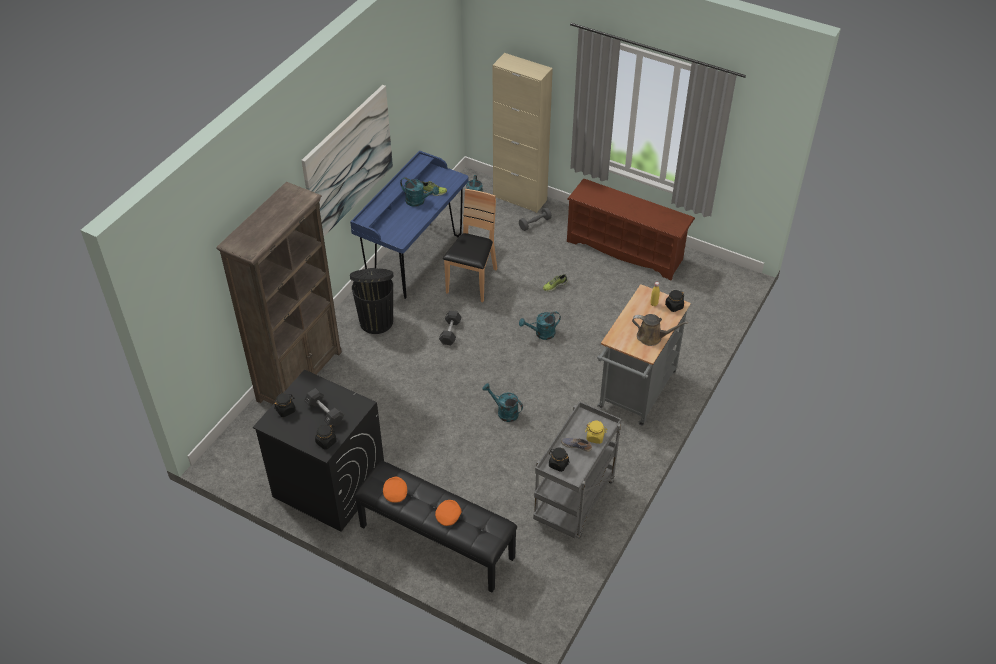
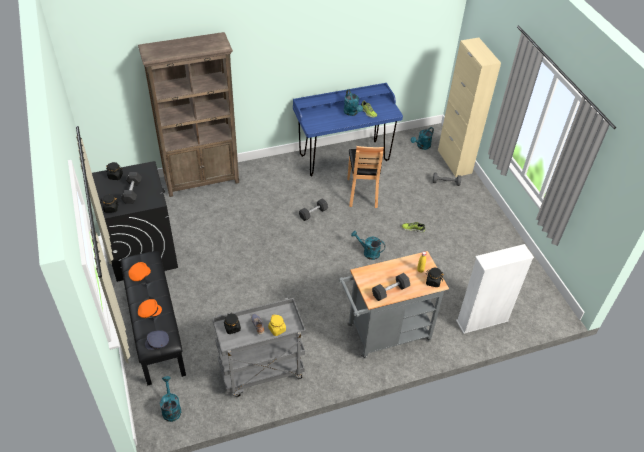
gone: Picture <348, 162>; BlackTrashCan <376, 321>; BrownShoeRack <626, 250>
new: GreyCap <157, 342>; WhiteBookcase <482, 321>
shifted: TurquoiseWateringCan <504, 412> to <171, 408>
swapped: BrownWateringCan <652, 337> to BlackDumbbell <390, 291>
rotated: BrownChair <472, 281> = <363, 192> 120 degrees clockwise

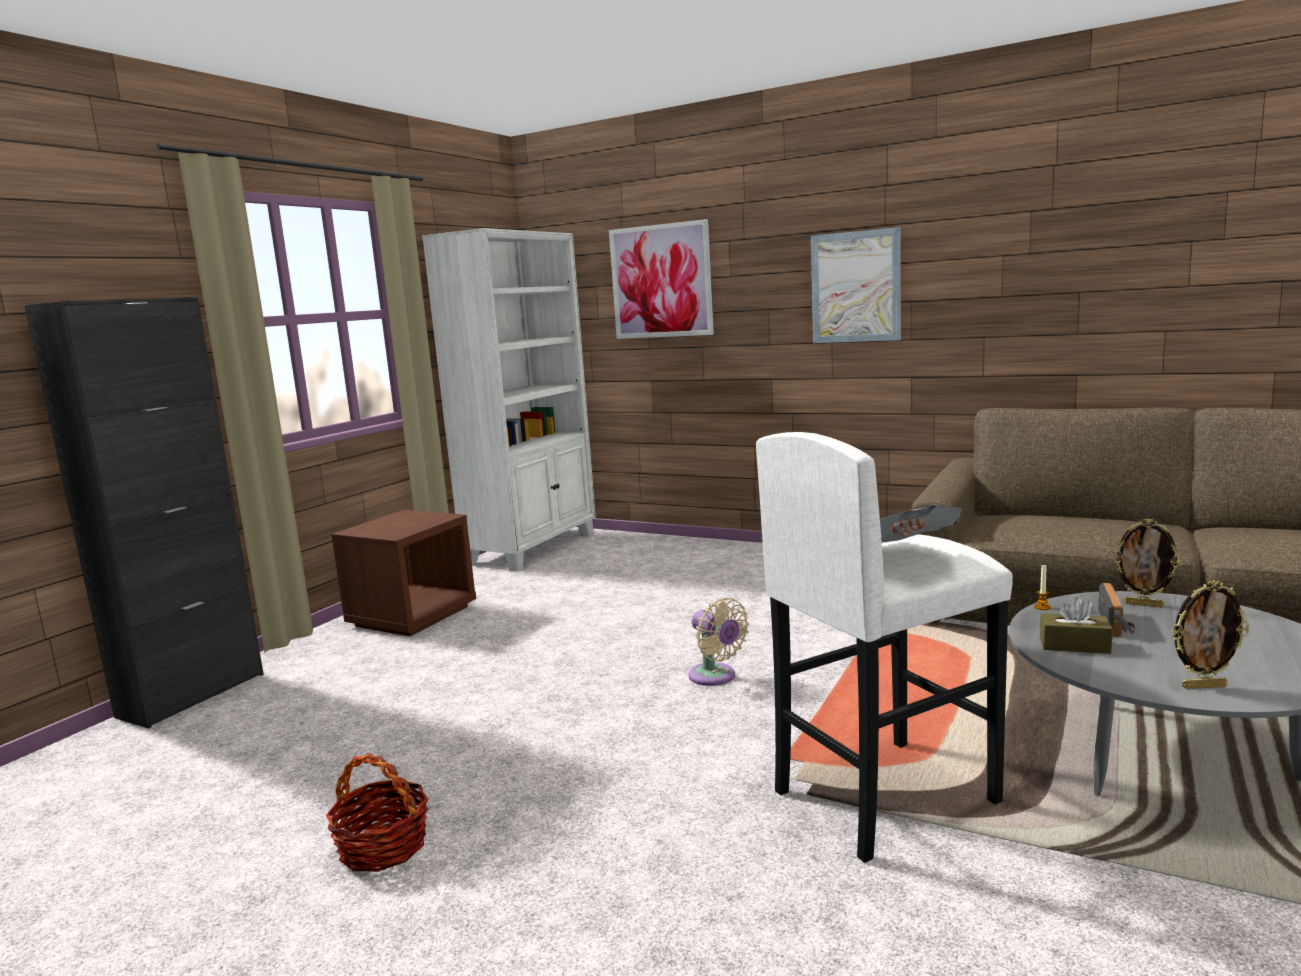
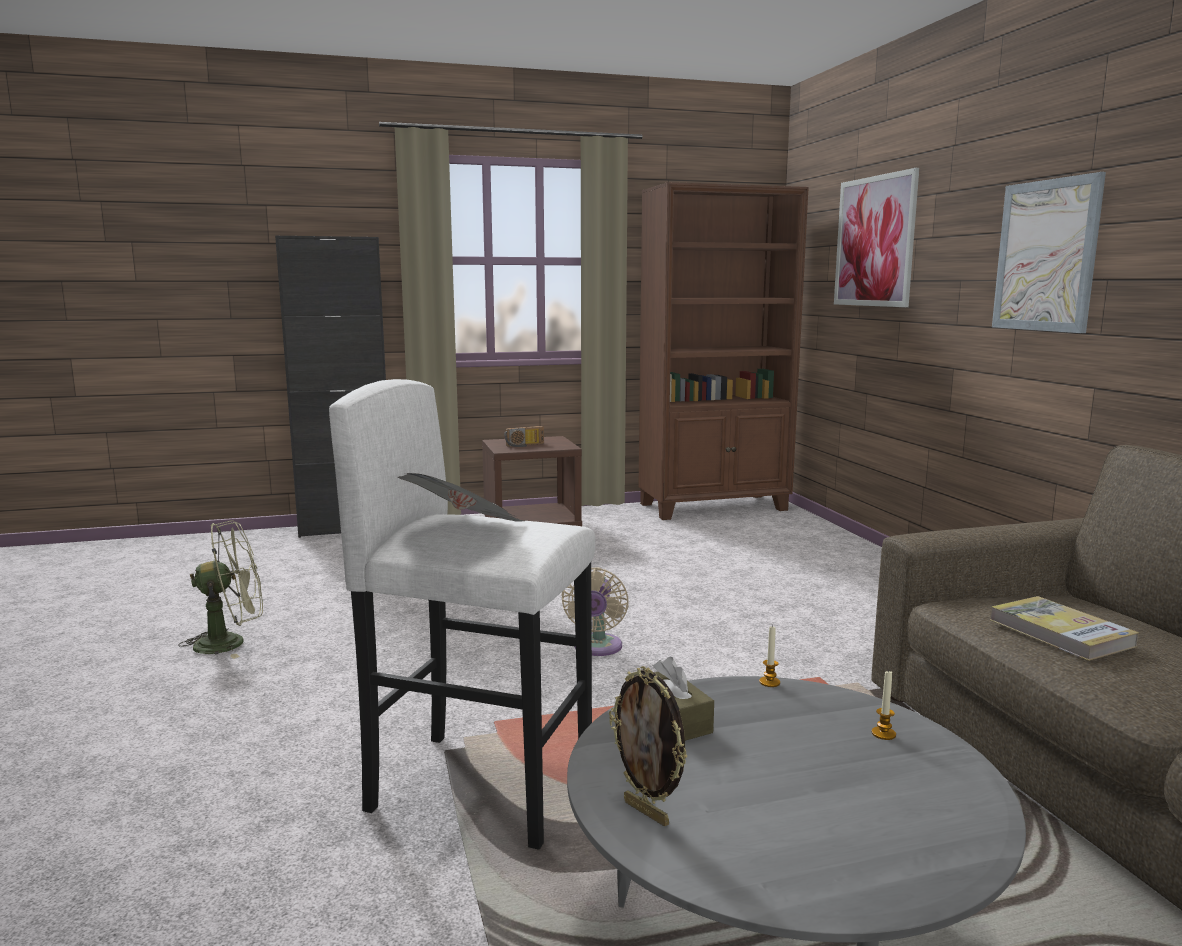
new: Book <1060, 633>
shifted: Radio <1117, 625> to <525, 445>
swapped: Basket <383, 847> to GreenFan <231, 643>; PictureFrame <1143, 604> to Candle <883, 734>
repainted: WhiteBookcase <533, 548> to BrownBookcase <714, 507>

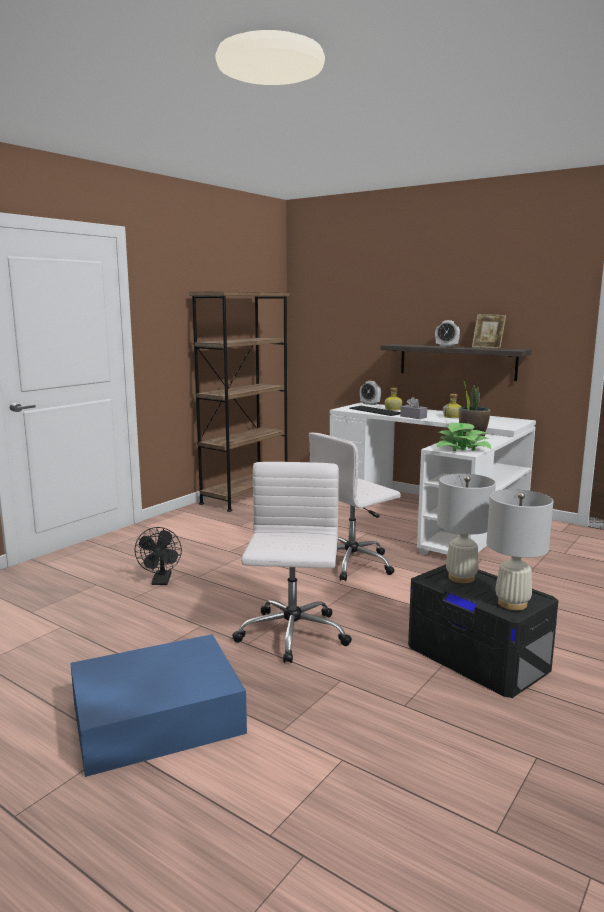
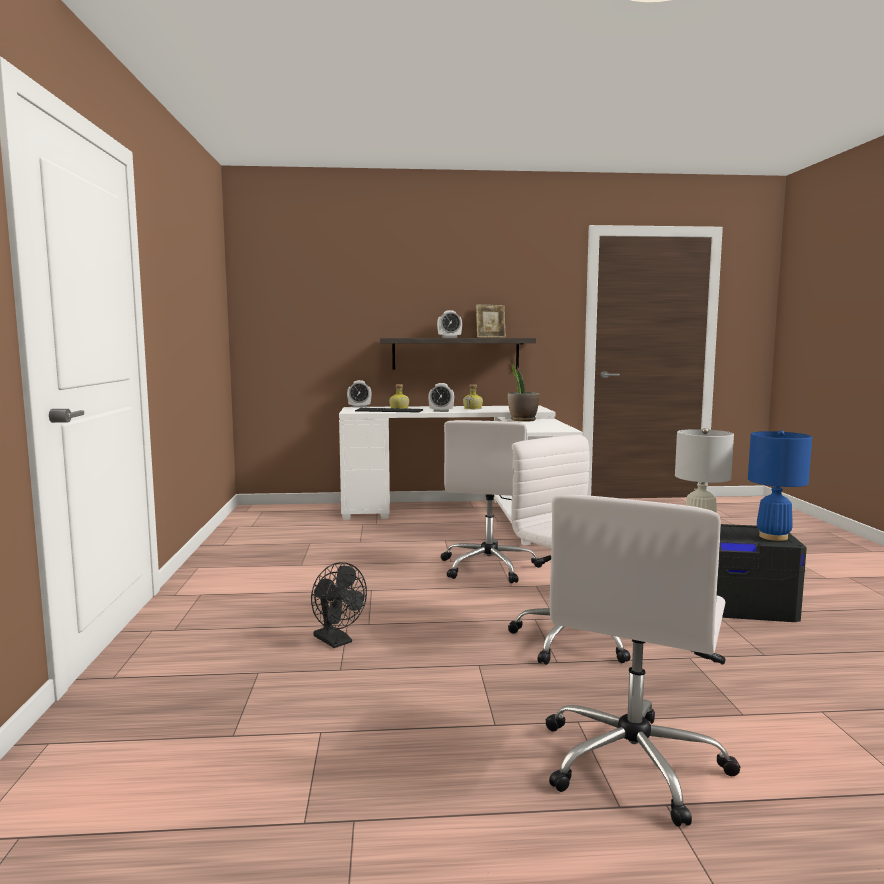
gone: BrownBookcase <245, 496>; PottedPlant <462, 448>
swapped: BlueStorageBox <154, 717> to WhiteOfficeChair <633, 762>; GreyTissueBox <413, 417> to AlarmClock <441, 411>
repainted: WhiteTableLamp <512, 604> to BlueTableLamp <773, 537>

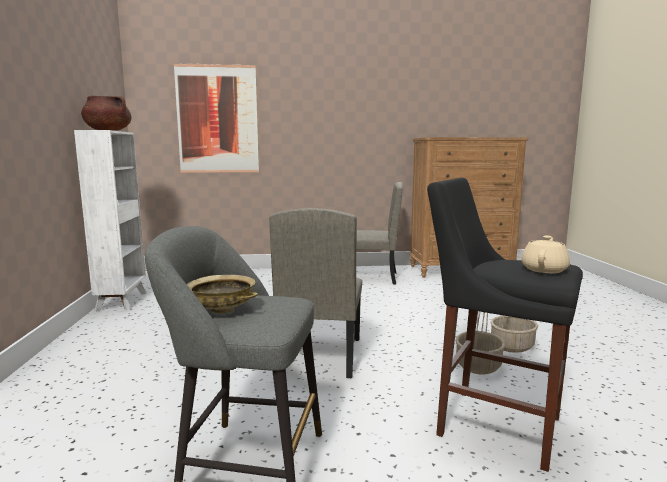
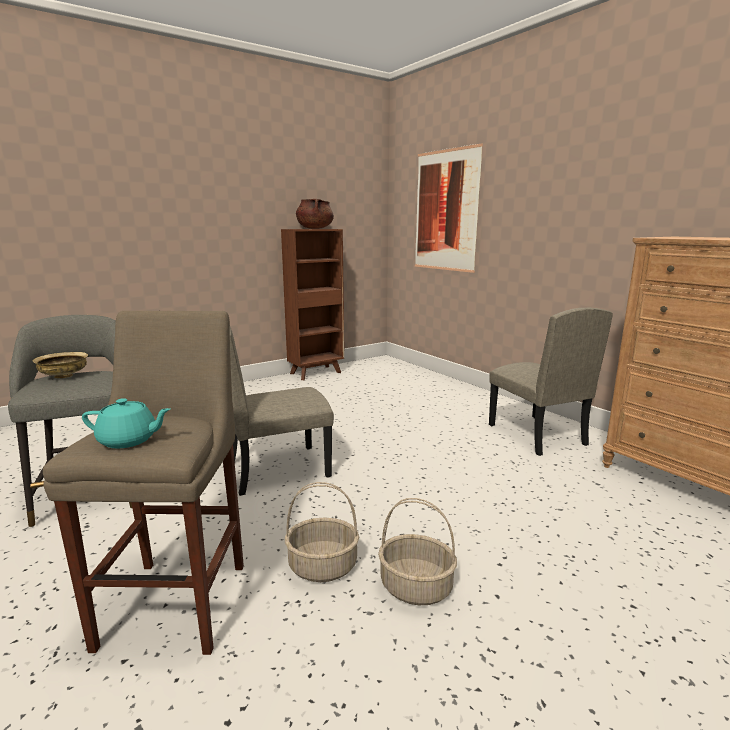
repainted: WhiteBookcase <122, 301> to BrownBookcase <316, 373>; BlackStool <492, 423> to BeigeStool <179, 598>; BeigeTeapot <544, 269> to TurquoiseTeapot <129, 440>

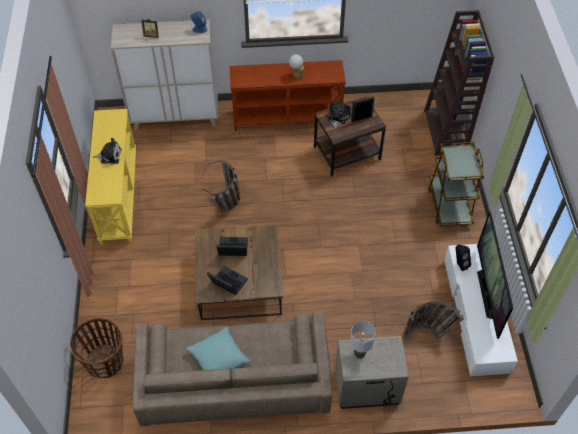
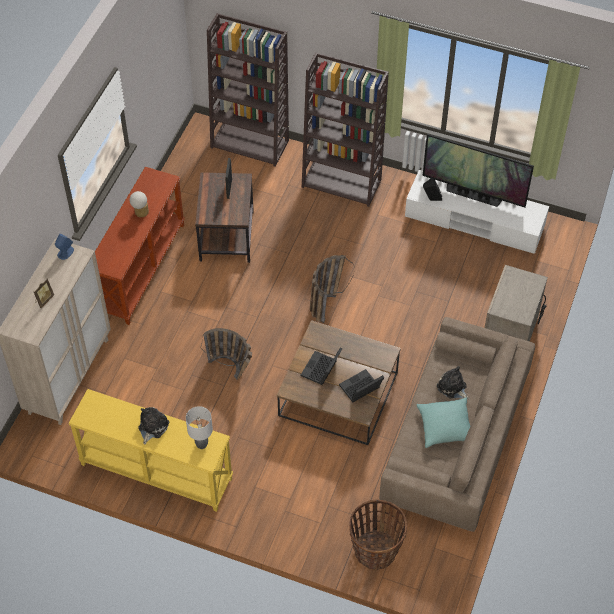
shifted: PlushToy <338, 117> to <452, 387>; GreyTableLamp <360, 354> to <202, 444>; Basket <428, 334> to <327, 302>
swapped: BrownCart <449, 204> to BrownBookcase <342, 183>

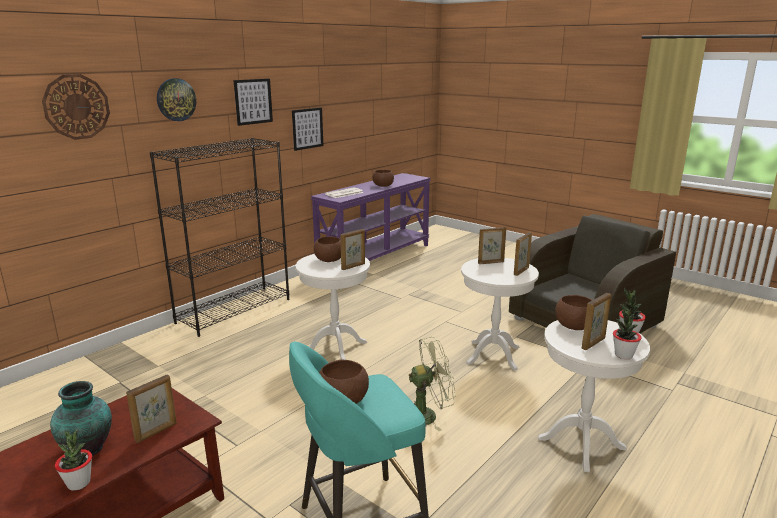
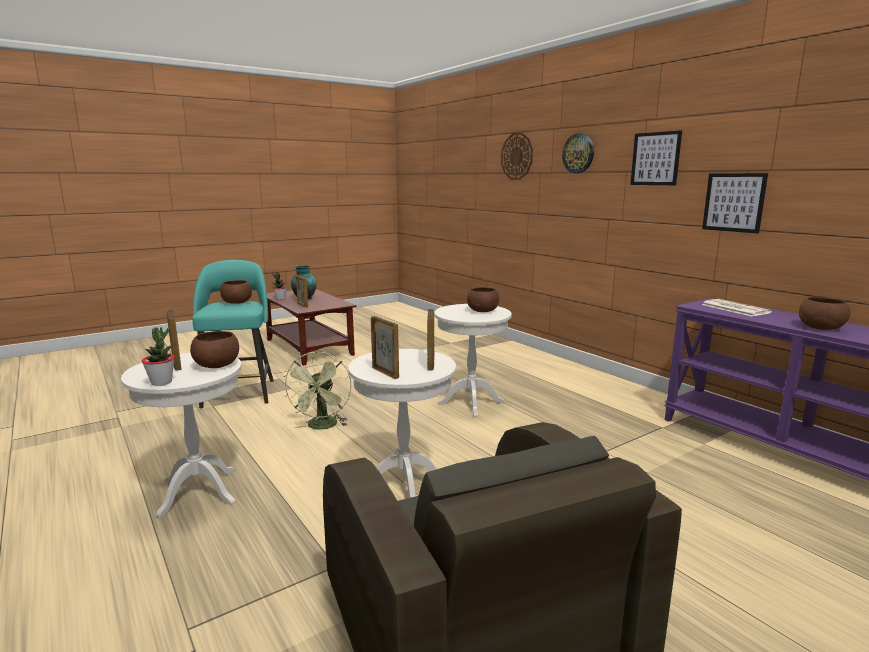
gone: BlackBookcase <234, 310>; PictureFrame <353, 266>; PottedPlant <623, 355>

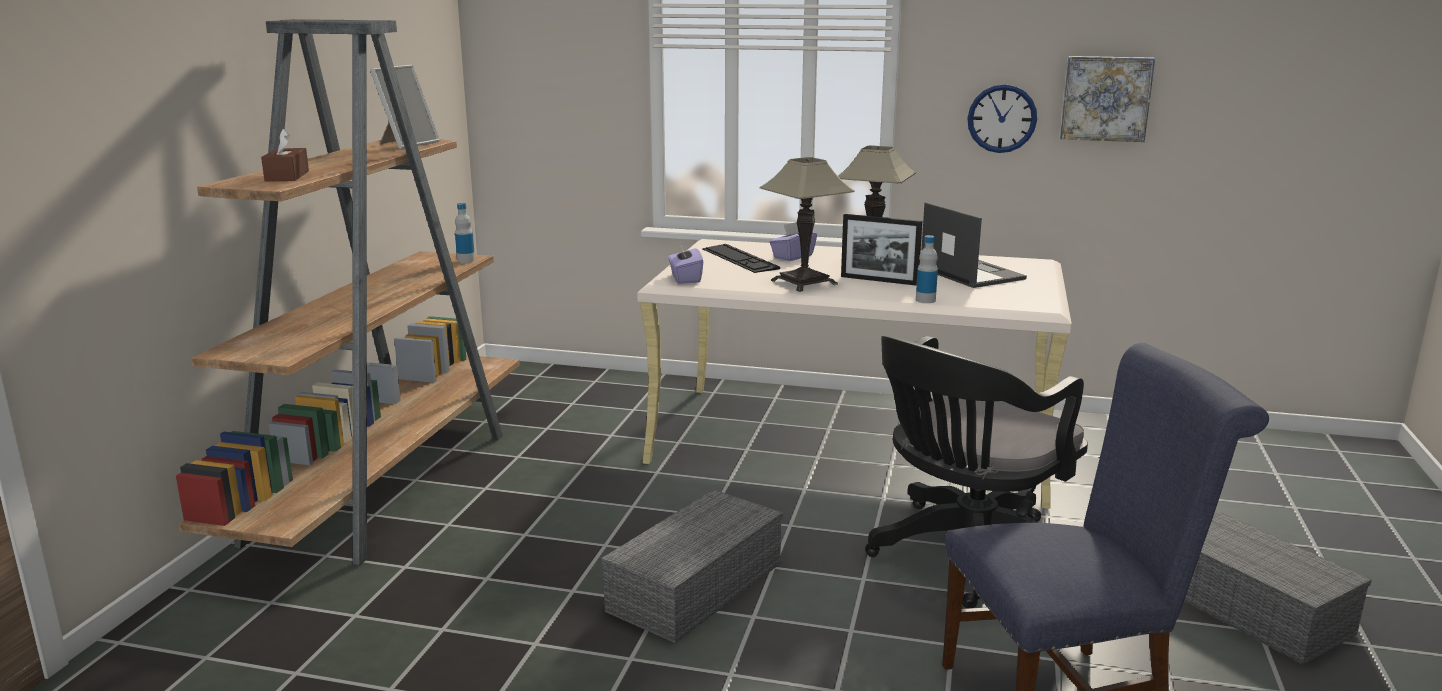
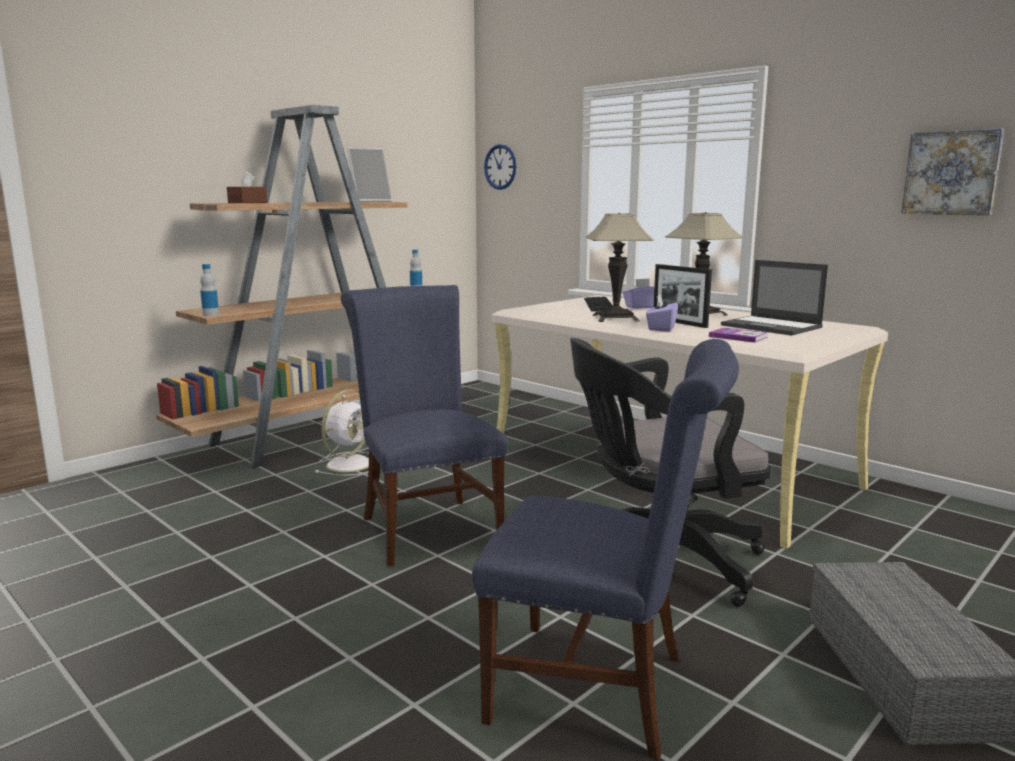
new: WhiteFan <351, 463>; Book <738, 337>
shifted: PurpleTissueBox <685, 278> to <661, 328>; Bottle <925, 300> to <210, 315>; WallClock <1002, 118> to <500, 167>
swapped: GreyStorageBox <696, 585> to BlueChair <426, 526>
rotated: Laptop <970, 273> = <772, 326> 135 degrees clockwise

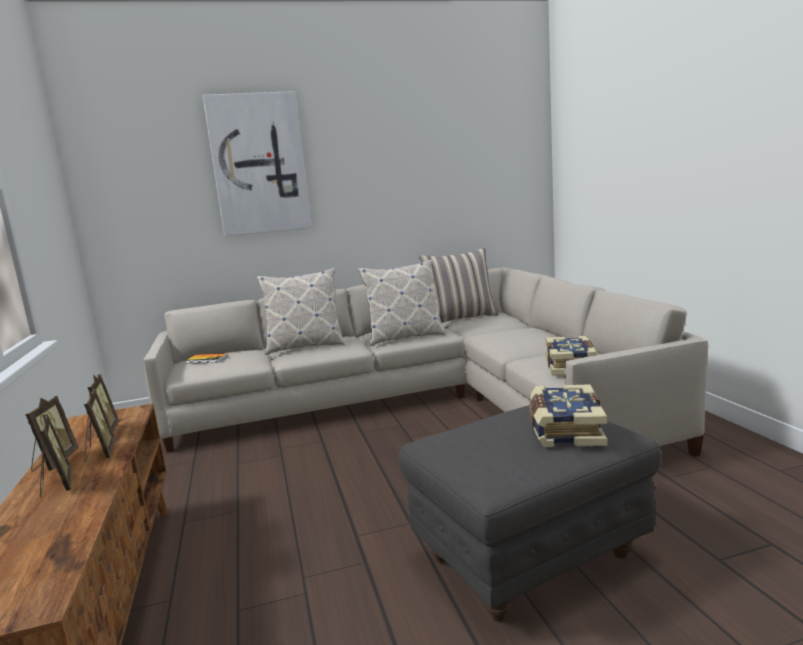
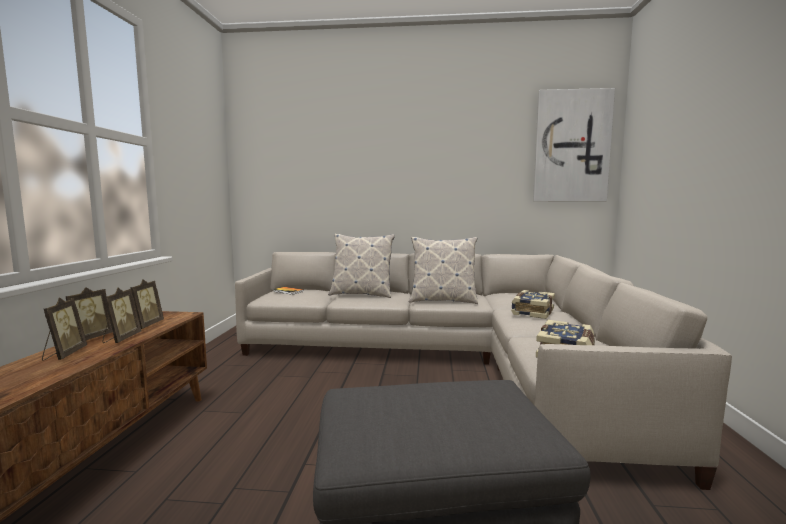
gone: Pillow <461, 317>
shifted: Picture <259, 164> to <571, 146>; Book <564, 430> to <531, 312>

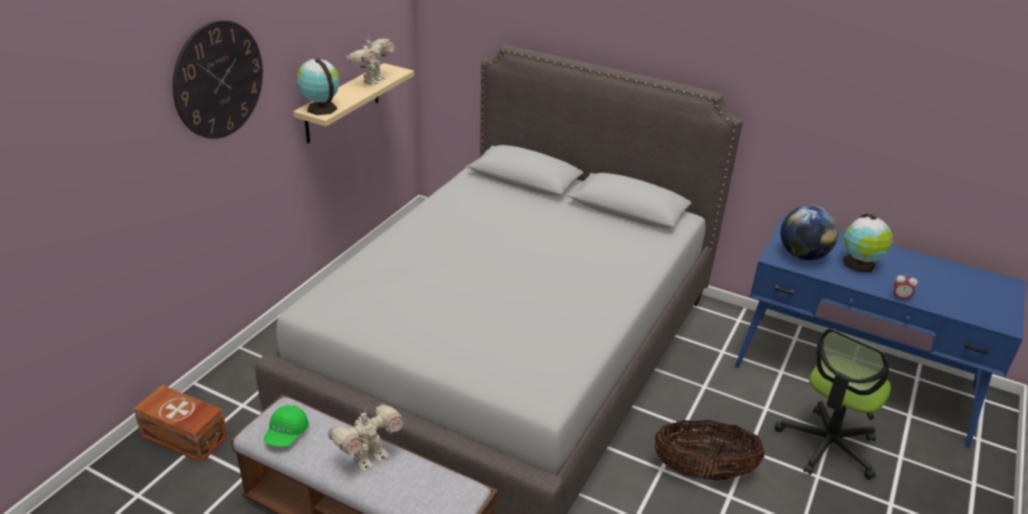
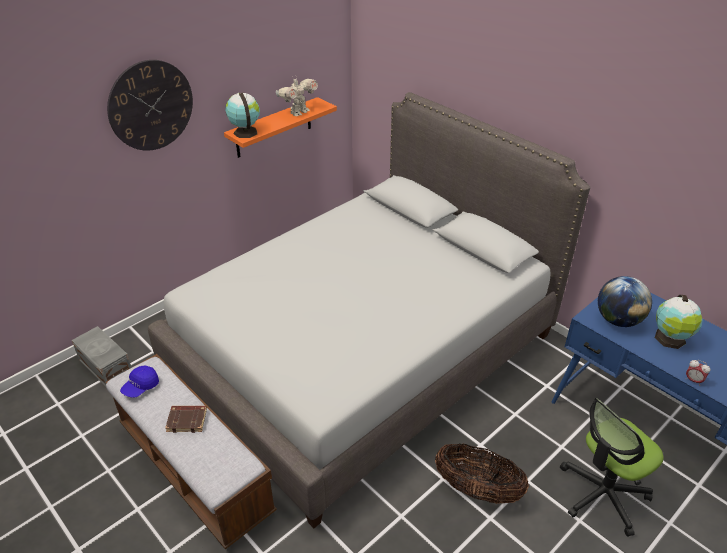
swapped: ToyRobot <369, 458> to BrownBook <187, 420>
repainted: BrownStorageBox <184, 438> to GreyStorageBox <105, 367>; GreenCap <286, 434> to BlueCap <141, 387>; BeigeShelf <342, 103> to OrangeShelf <274, 128>

